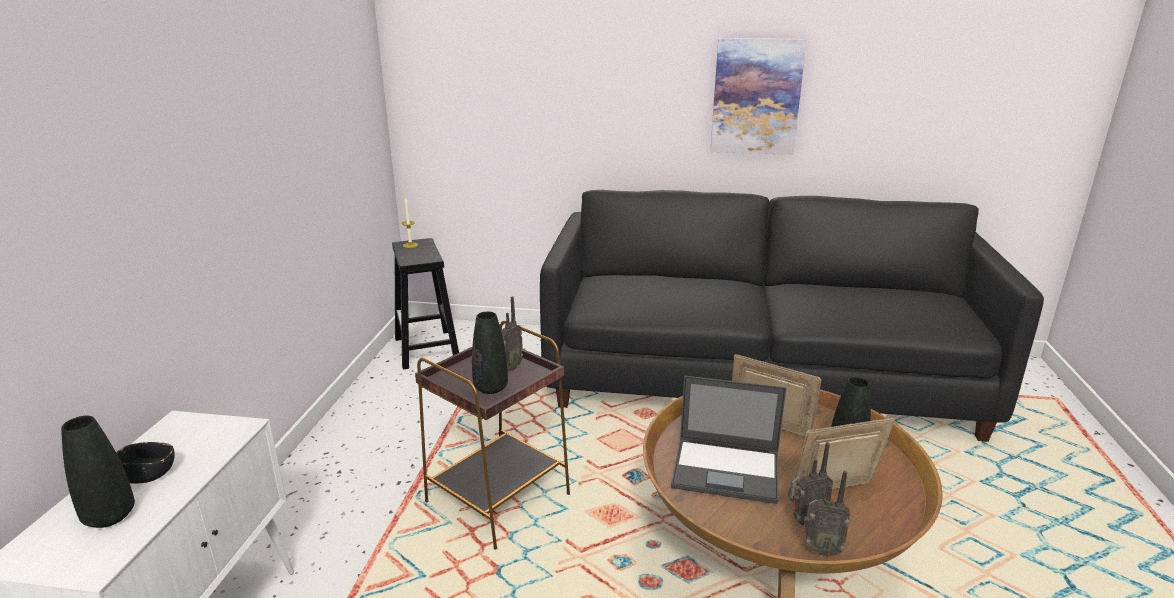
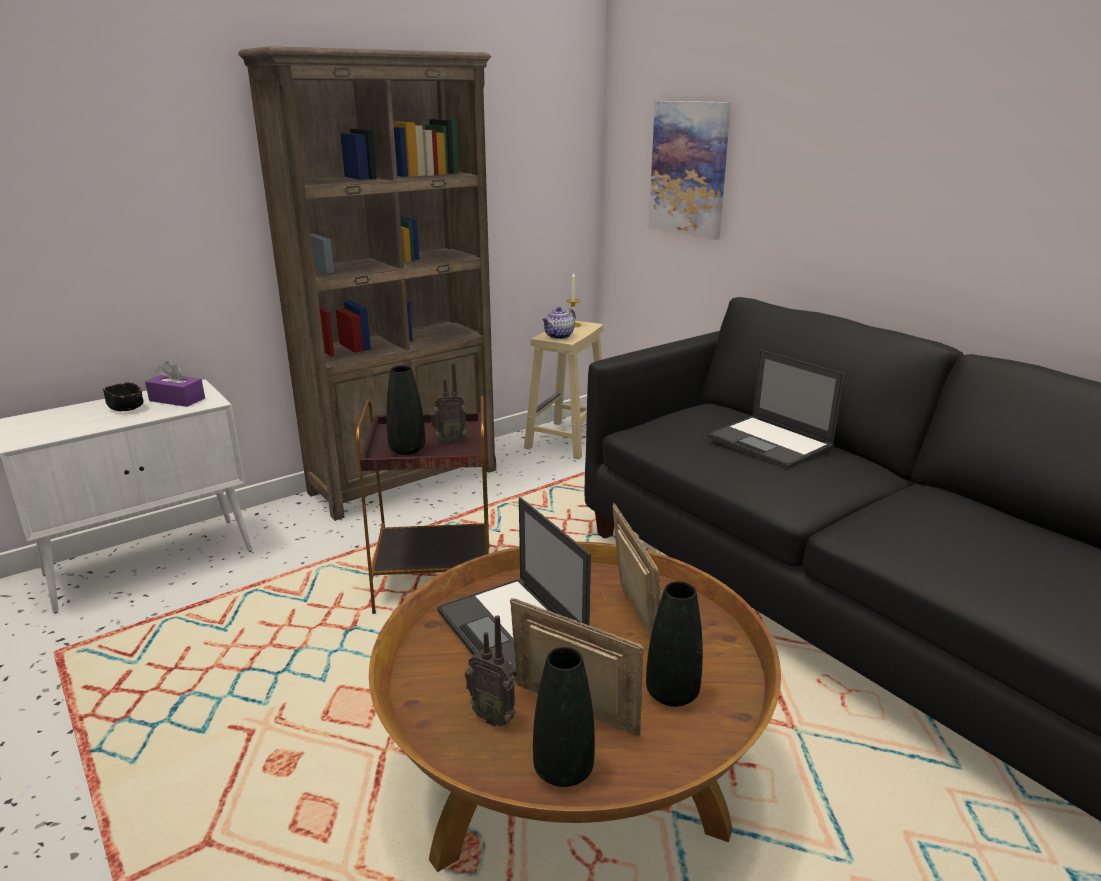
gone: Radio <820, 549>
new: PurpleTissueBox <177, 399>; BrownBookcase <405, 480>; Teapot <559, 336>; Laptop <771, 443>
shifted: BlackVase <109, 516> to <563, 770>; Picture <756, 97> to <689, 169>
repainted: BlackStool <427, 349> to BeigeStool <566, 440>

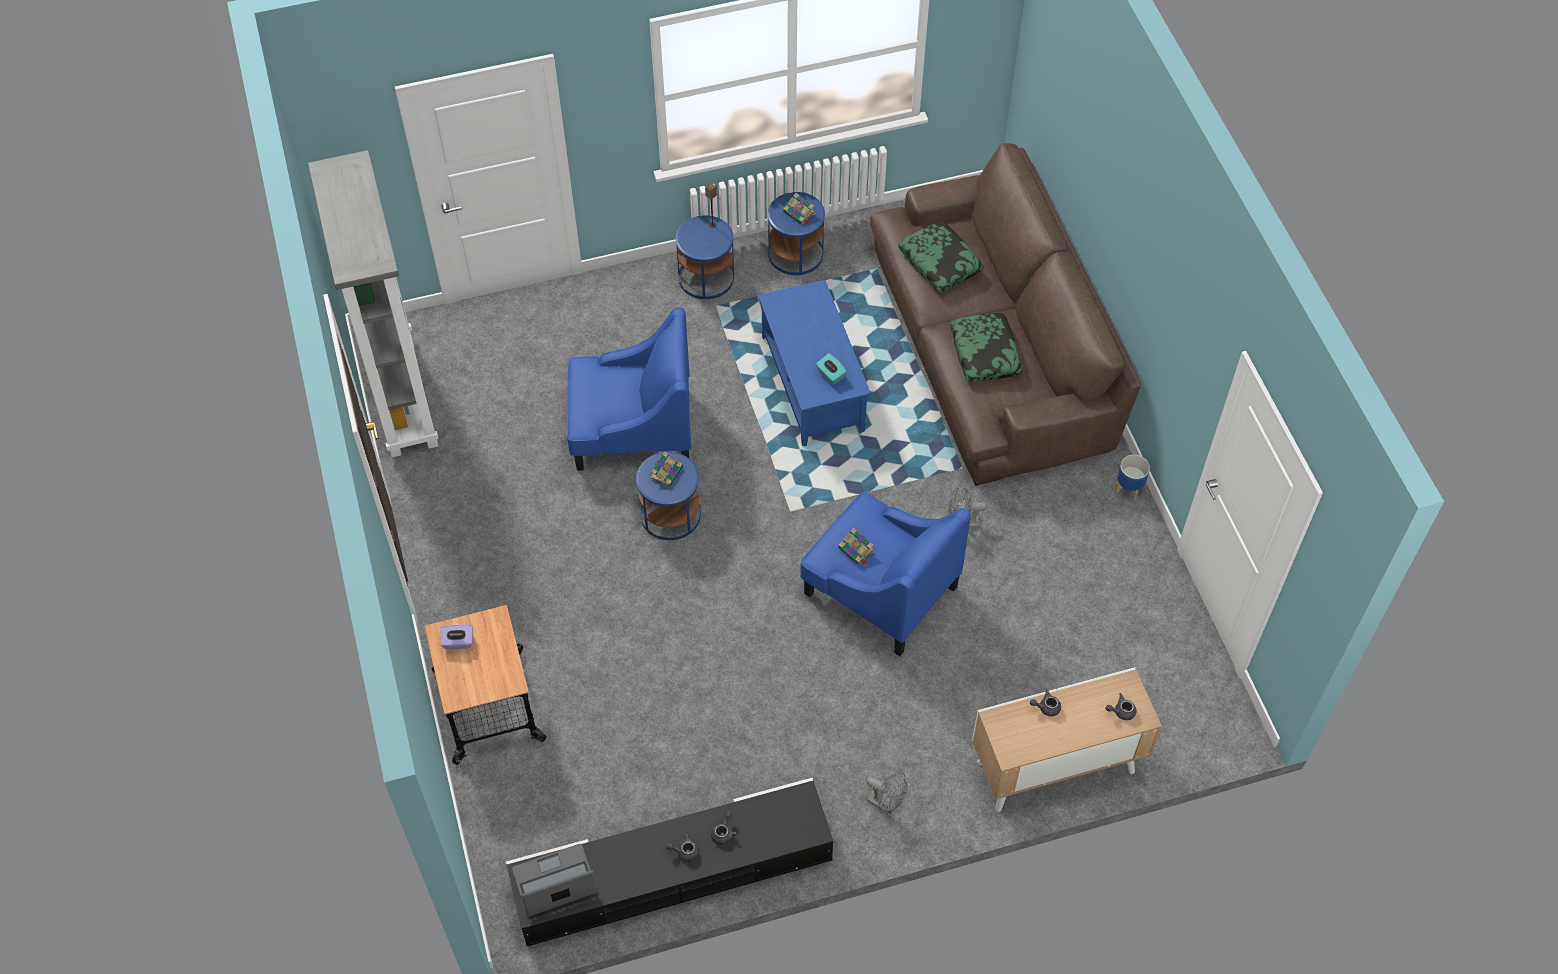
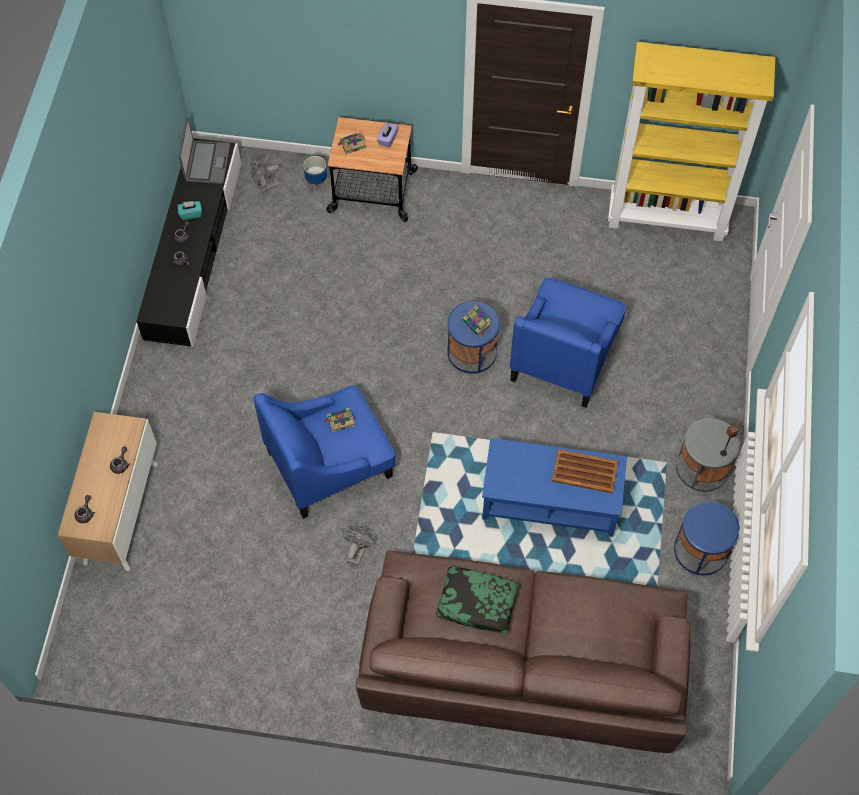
gone: Pillow <940, 262>
new: BrownTray <585, 472>
shifted: Book <799, 213> to <352, 144>; TurquoiseTissueBox <830, 375> to <191, 214>; GreyFan <886, 804> to <265, 187>; Planter <1129, 488> to <316, 183>
repainted: GreyBookcase <400, 396> to YellowBookcase <667, 218>; BlueSideTable <706, 277> to GreySideTable <701, 468>

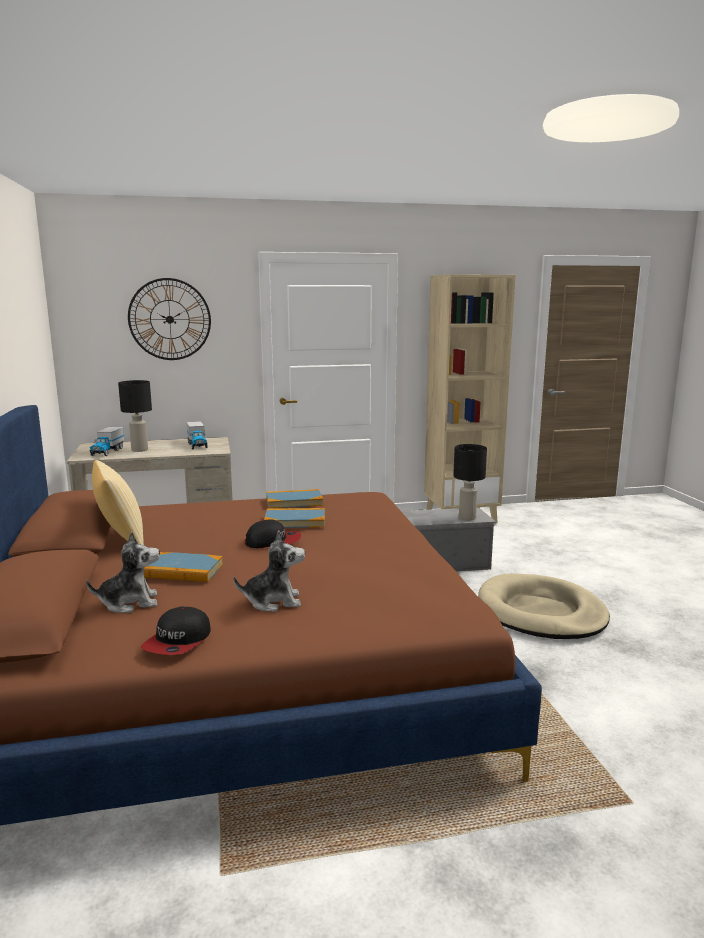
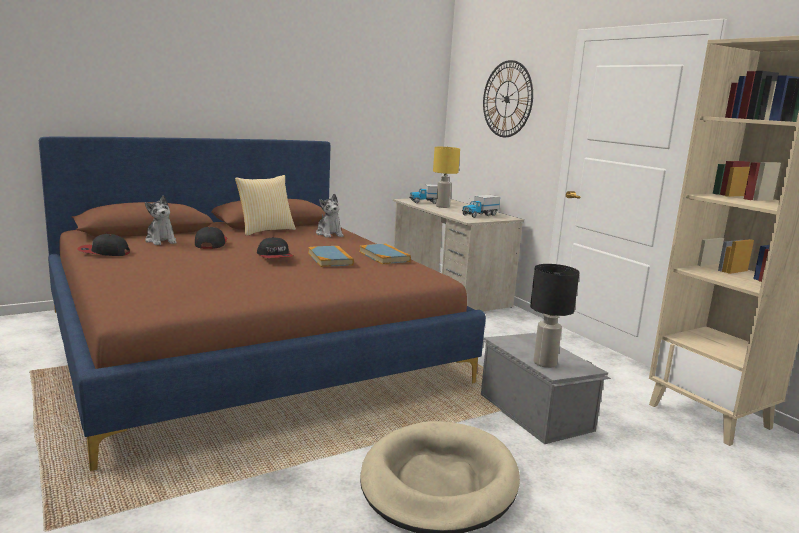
shifted: PlushToy <273, 601> to <329, 234>
swapped: Book <181, 570> to Cap <210, 243>
repainted: BlackTableLamp <140, 450> to YellowTableLamp <443, 206>

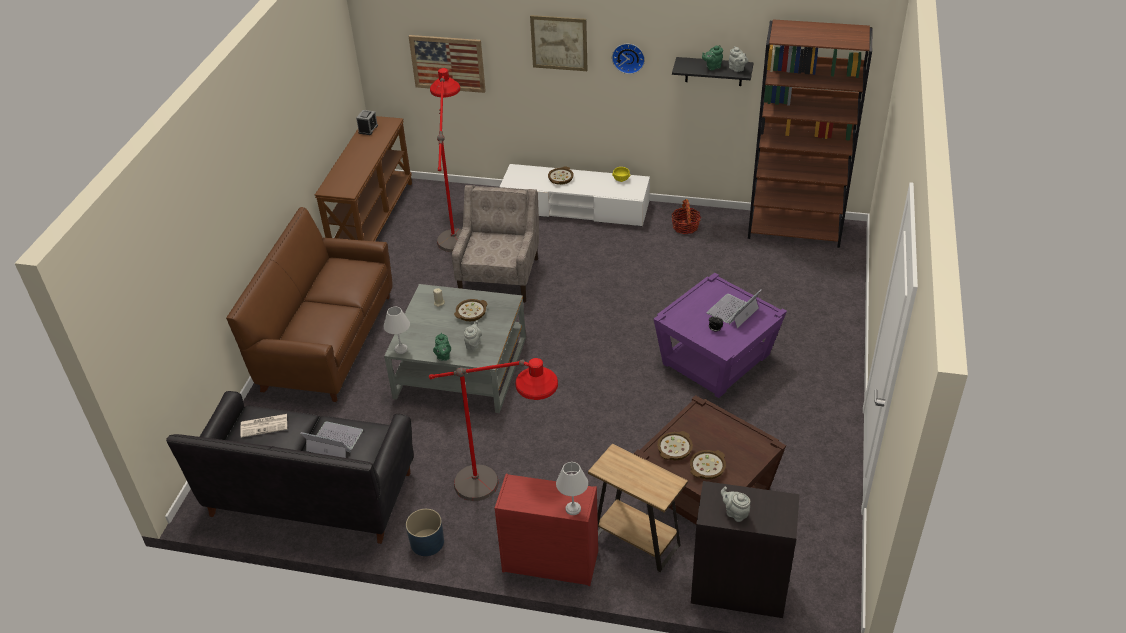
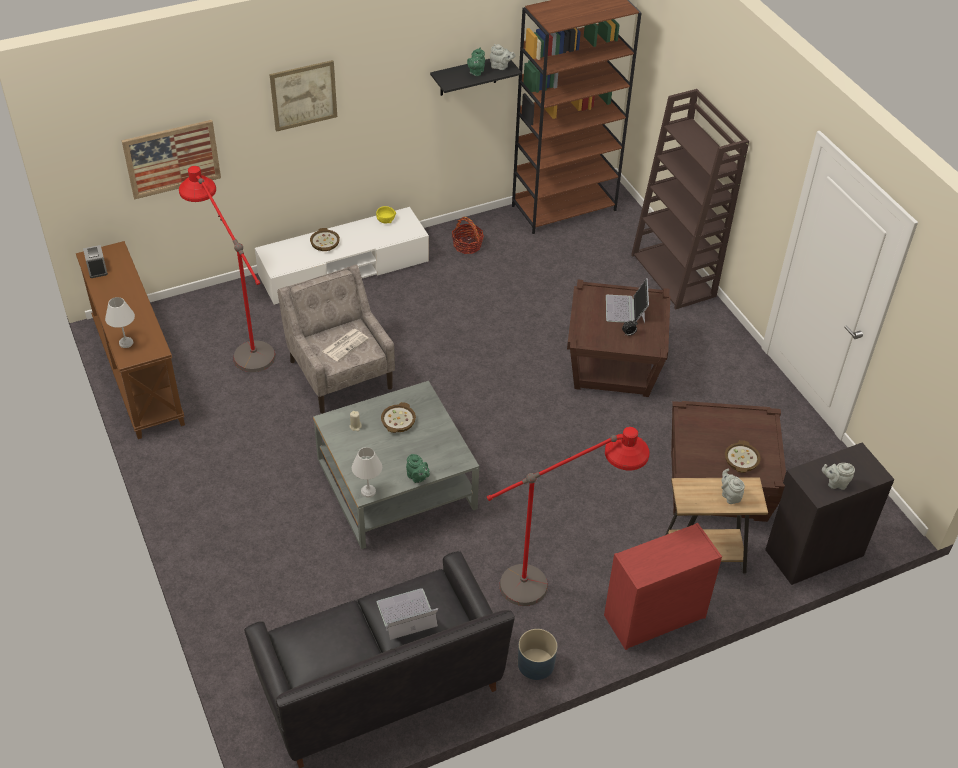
gone: BrownSofa <327, 342>; WallClock <628, 57>; Bowl <675, 449>
new: BrownBookcase <674, 276>
shifted: Newspaper <265, 425> to <345, 344>; GreyTeapot <473, 344> to <730, 496>; WhiteTableLamp <572, 509> to <125, 343>
repainted: PurpleSideTable <717, 360> to BrownSideTable <614, 362>

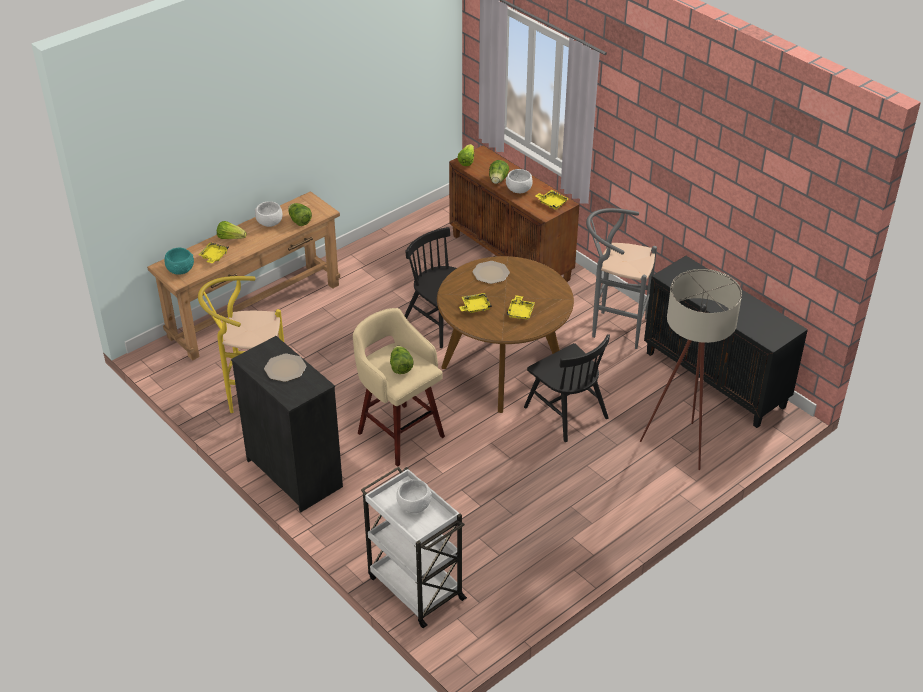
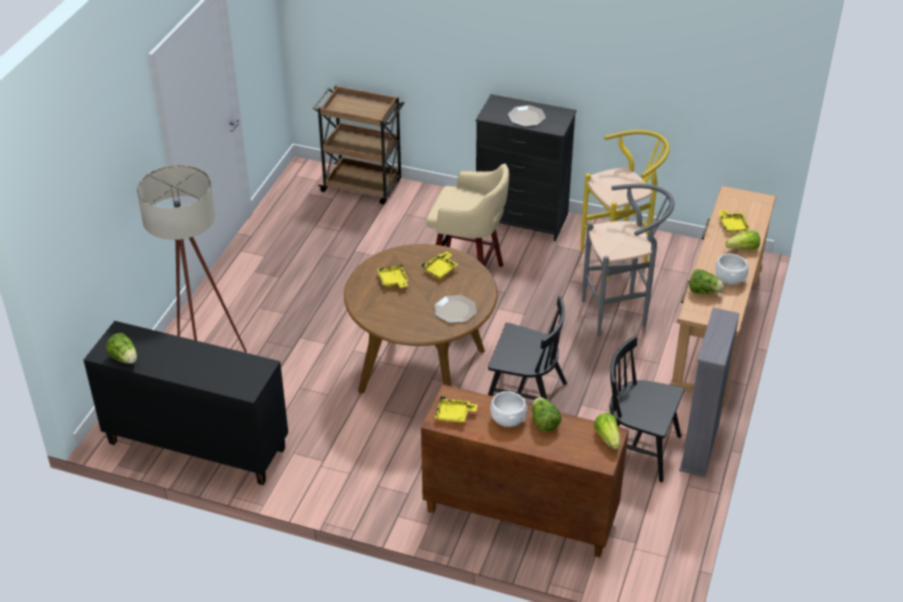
gone: TurquoiseBowl <180, 269>; WhiteBowl <413, 505>
new: GreyBookcase <699, 447>
shifted: Lettuce <400, 367> to <124, 358>; BlackChair <565, 412> to <637, 448>; GreyStool <613, 327> to <620, 314>
repainted: WhiteCart <414, 586> to BrownCart <363, 186>

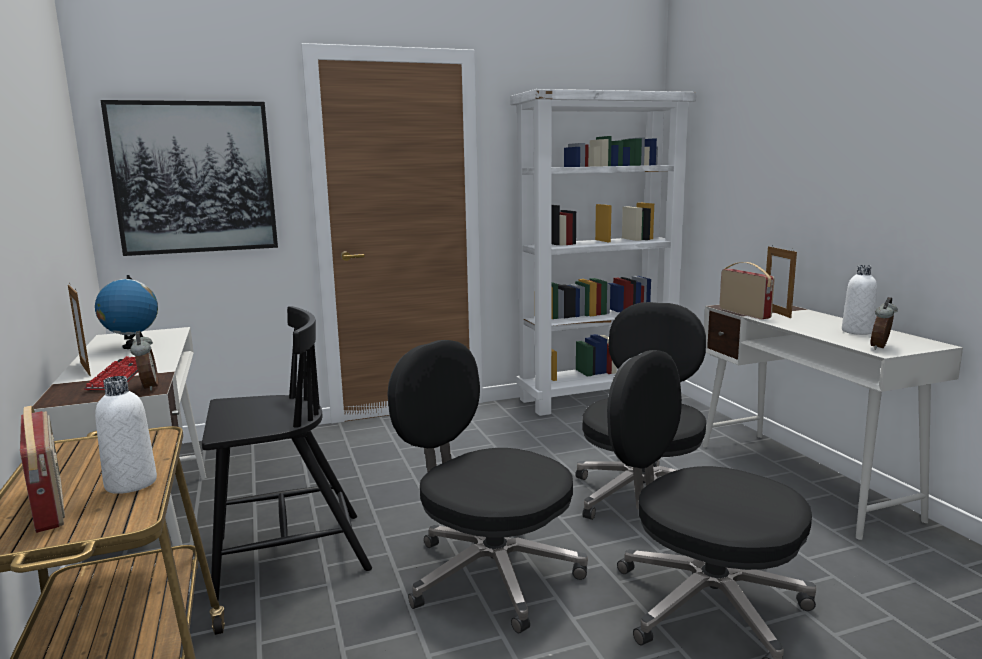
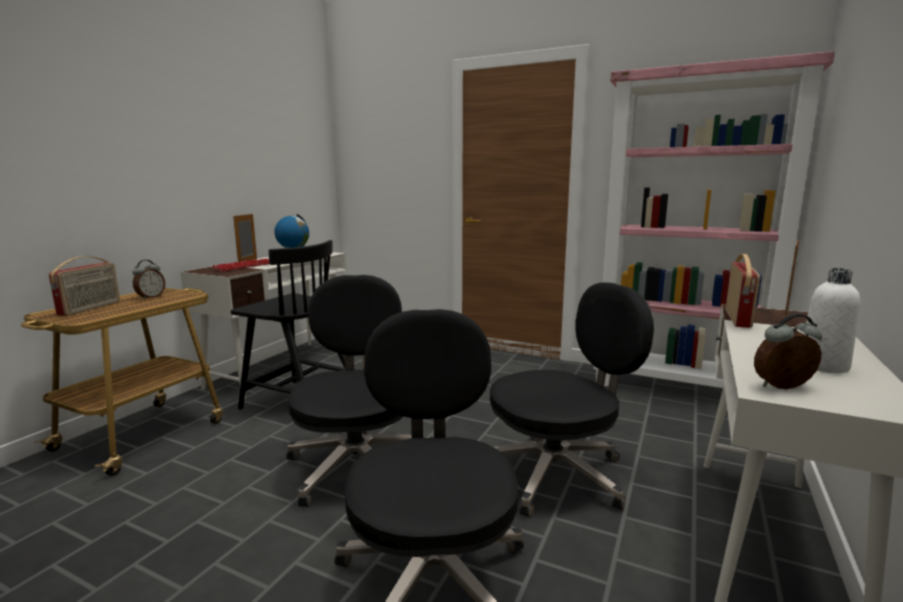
gone: WhiteBottle <131, 483>; Picture <194, 178>
shifted: AlarmClock <148, 387> to <150, 297>
repainted: WhiteBookcase <598, 397> to PinkBookcase <678, 388>

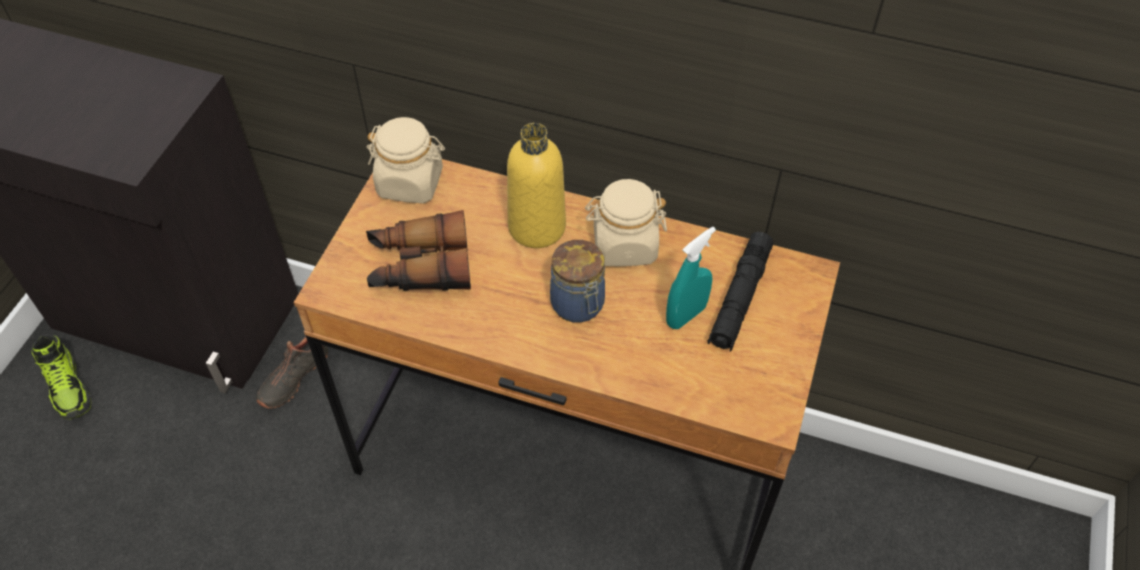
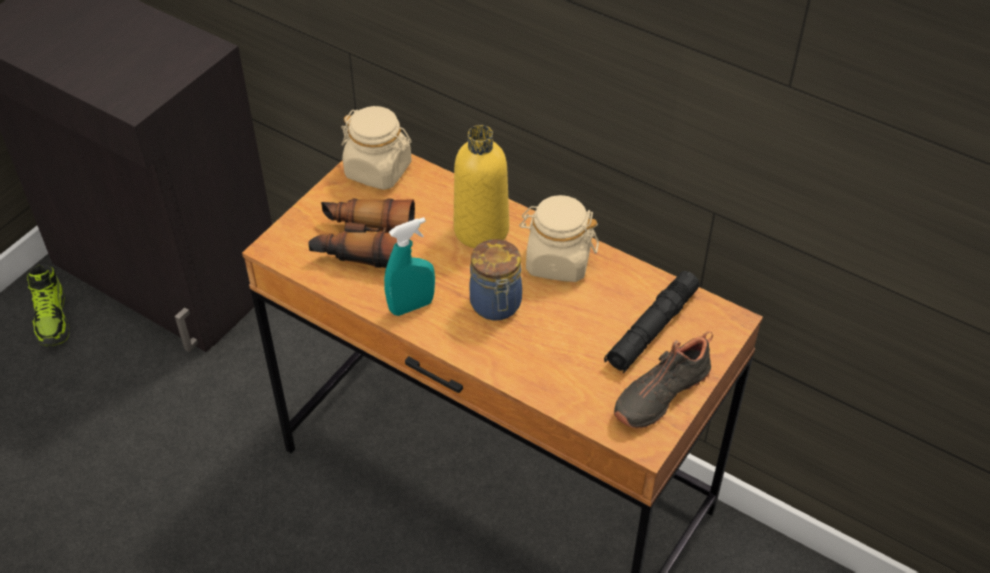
shifted: BlackShoe <292, 376> to <659, 392>; TurquoiseSprayBottle <686, 315> to <411, 306>

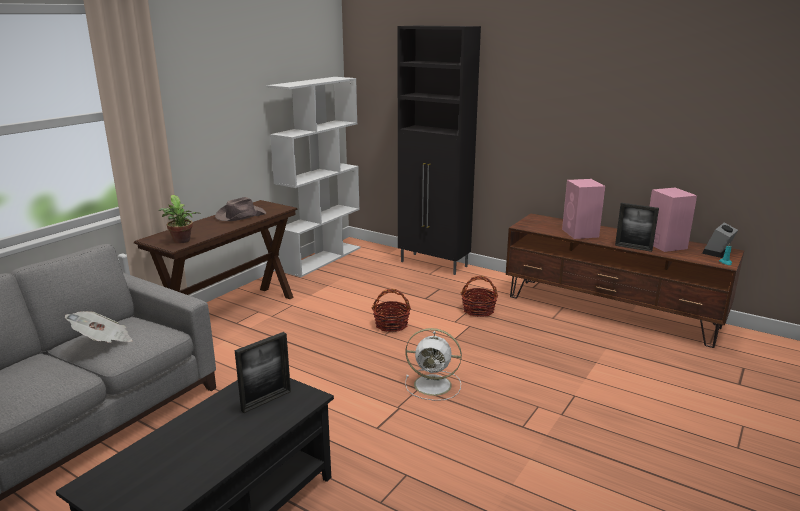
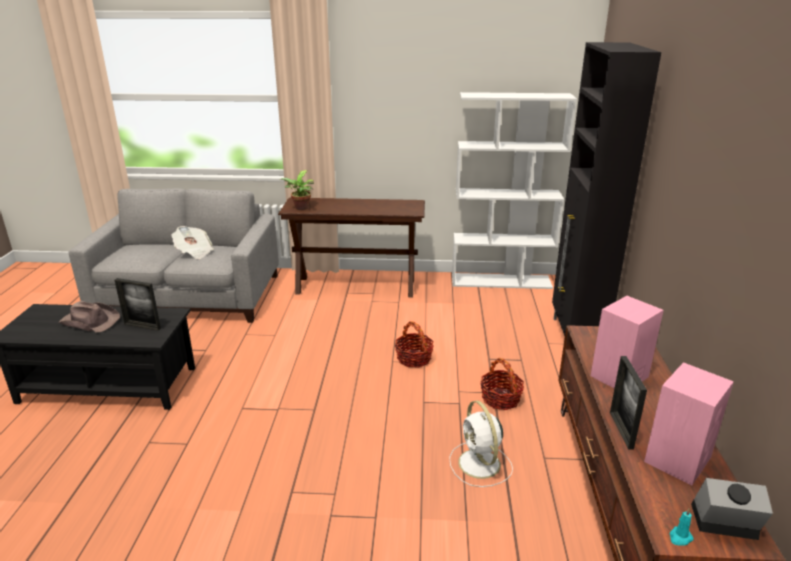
shifted: BrownHat <240, 216> to <90, 321>; WhiteFan <434, 385> to <480, 465>

